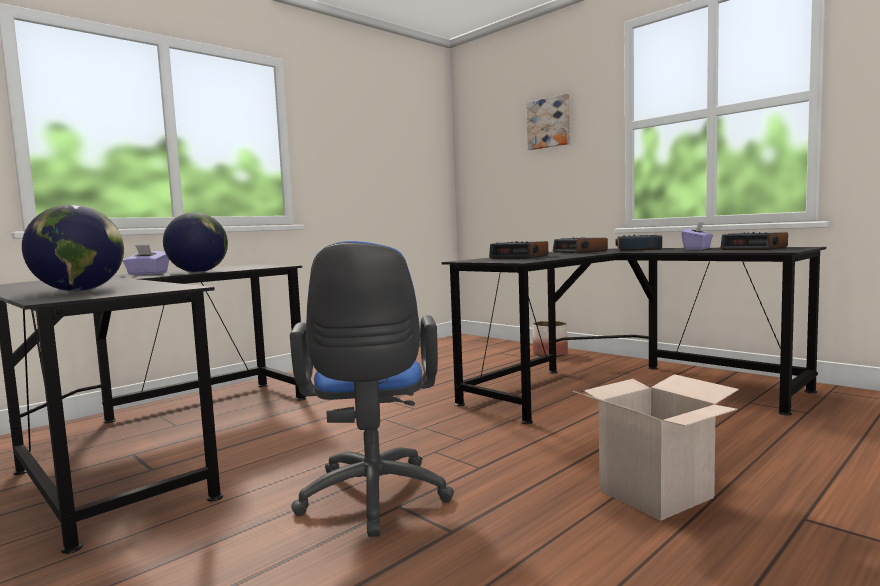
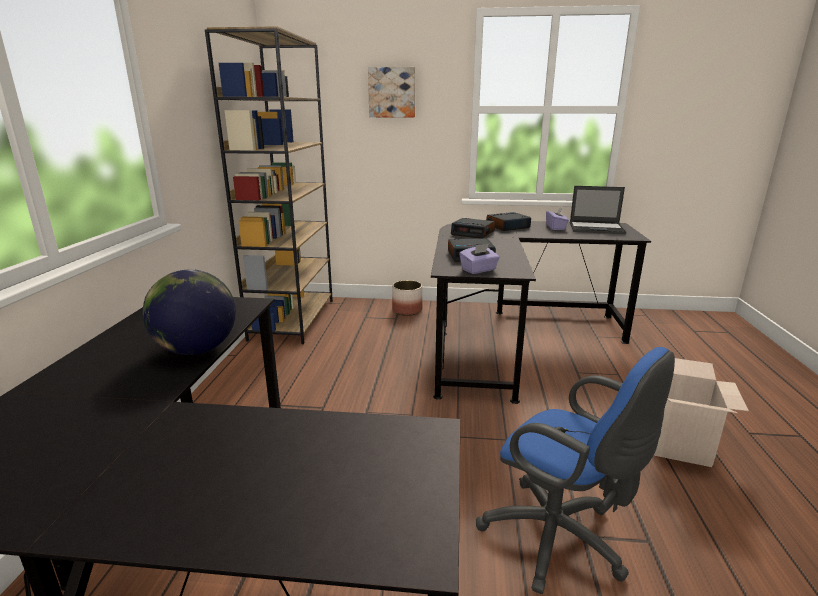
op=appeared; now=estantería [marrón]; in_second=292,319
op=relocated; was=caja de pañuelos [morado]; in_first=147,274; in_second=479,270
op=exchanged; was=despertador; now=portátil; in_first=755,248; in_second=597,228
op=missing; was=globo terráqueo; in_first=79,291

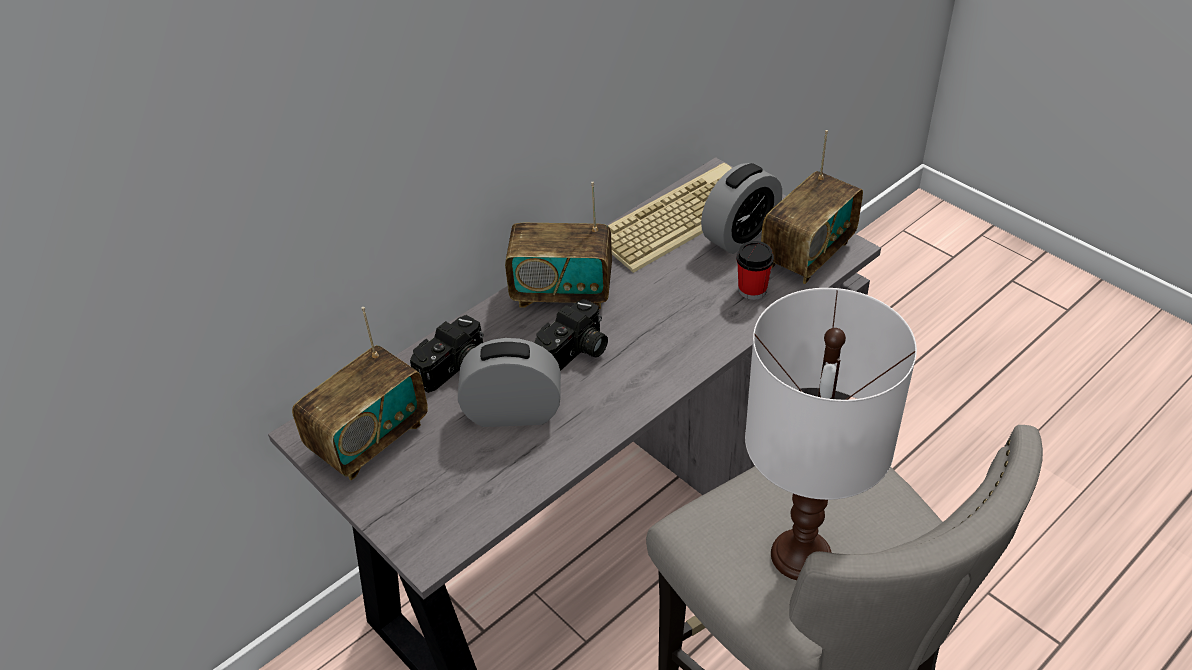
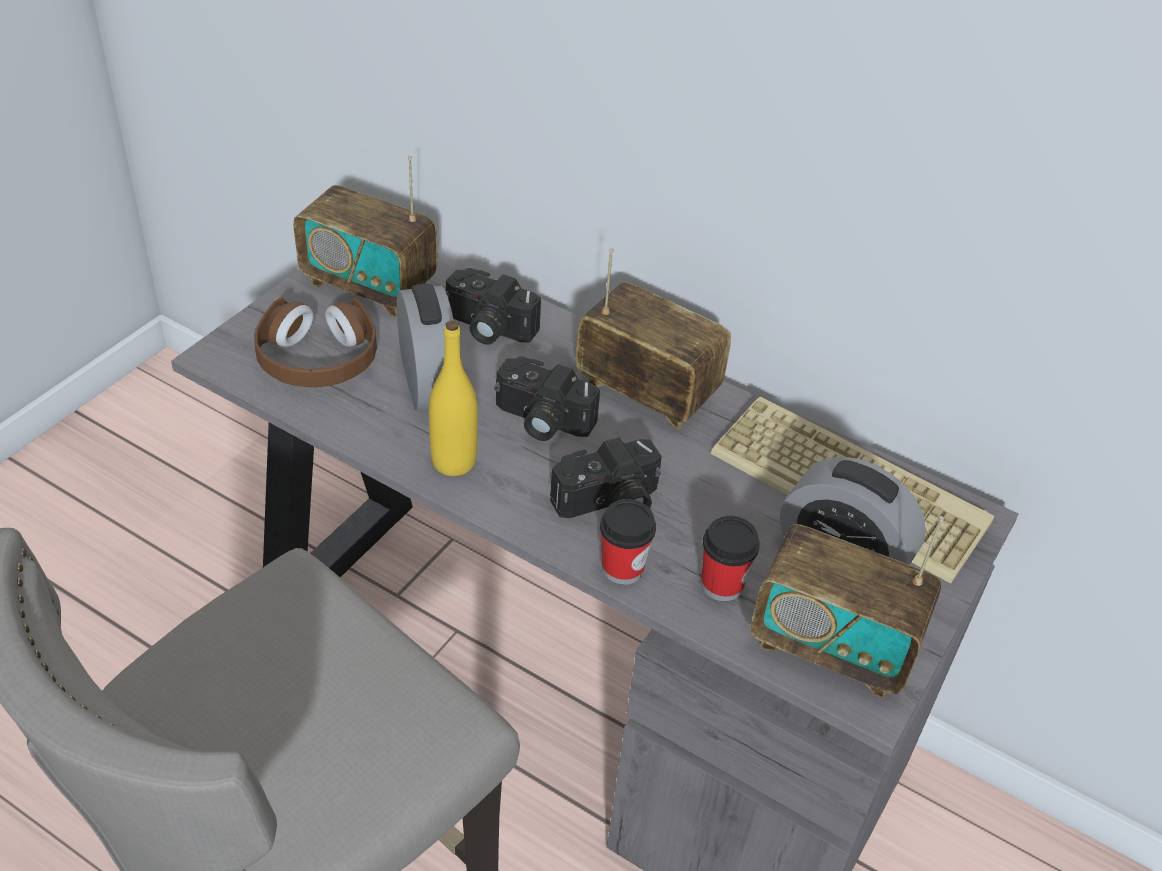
op=appeared; now=auriculares [marrón]; in_second=317,358
op=appeared; now=botella [amarillo]; in_second=453,462
op=appeared; now=cámara; in_second=609,503
op=spun; was=radio; in_first=562,292; in_second=646,392; clockwise=135
op=appeared; now=taza; in_second=622,568
op=missing; was=lámpara de mesa [blanco]; in_first=802,554

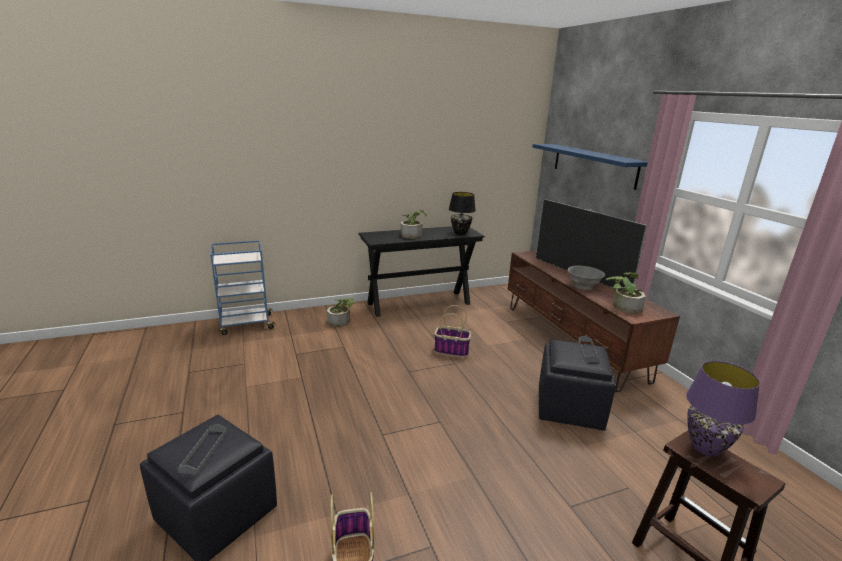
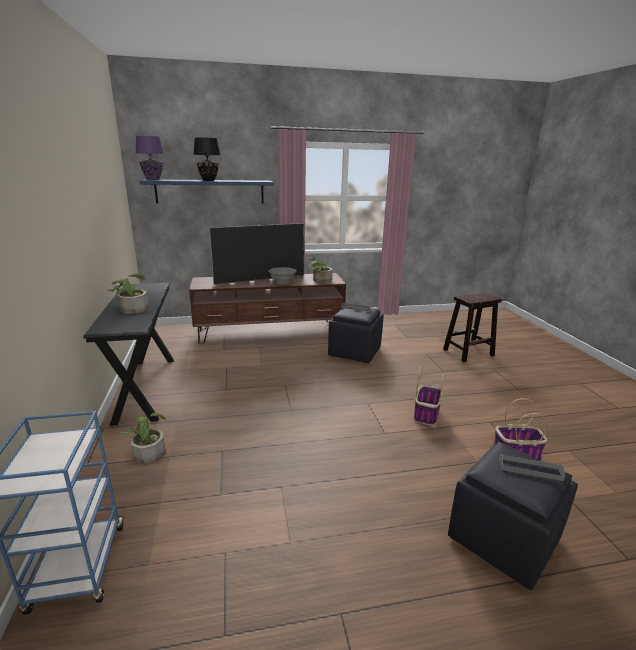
op=relocated; was=lámpara de mesa [morado]; in_first=705,448; in_second=153,179
op=relocated; was=lámpara de mesa [negro]; in_first=460,233; in_second=208,180
op=relocated; was=cesta; in_first=452,350; in_second=426,414

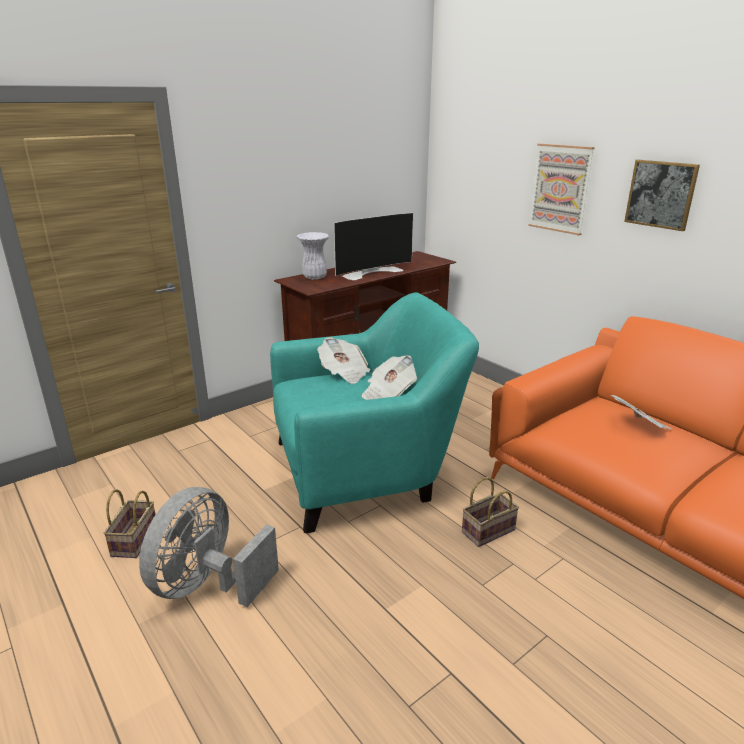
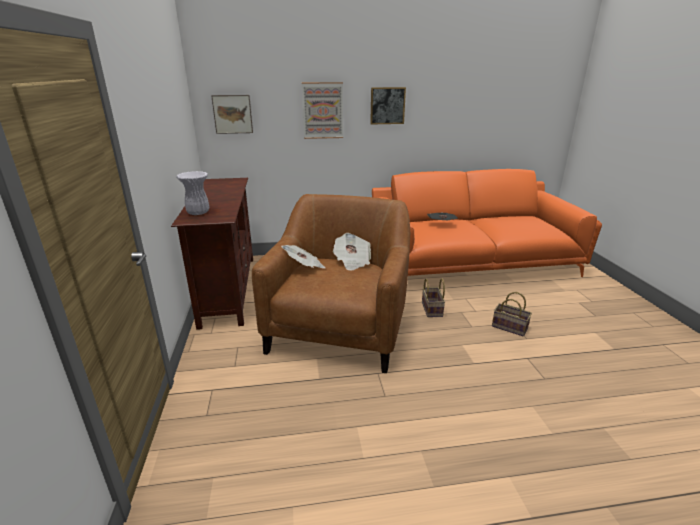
op=appeared; now=cuadro; in_second=233,114
op=colour; was=sillón [turquesa]; now=sillón [marrón]; in_first=366,470; in_second=339,327
op=relocated; was=cesta; in_first=135,541; in_second=510,327
op=missing; was=ventilador [gris]; in_first=208,585
op=missing; was=televisor; in_first=371,272

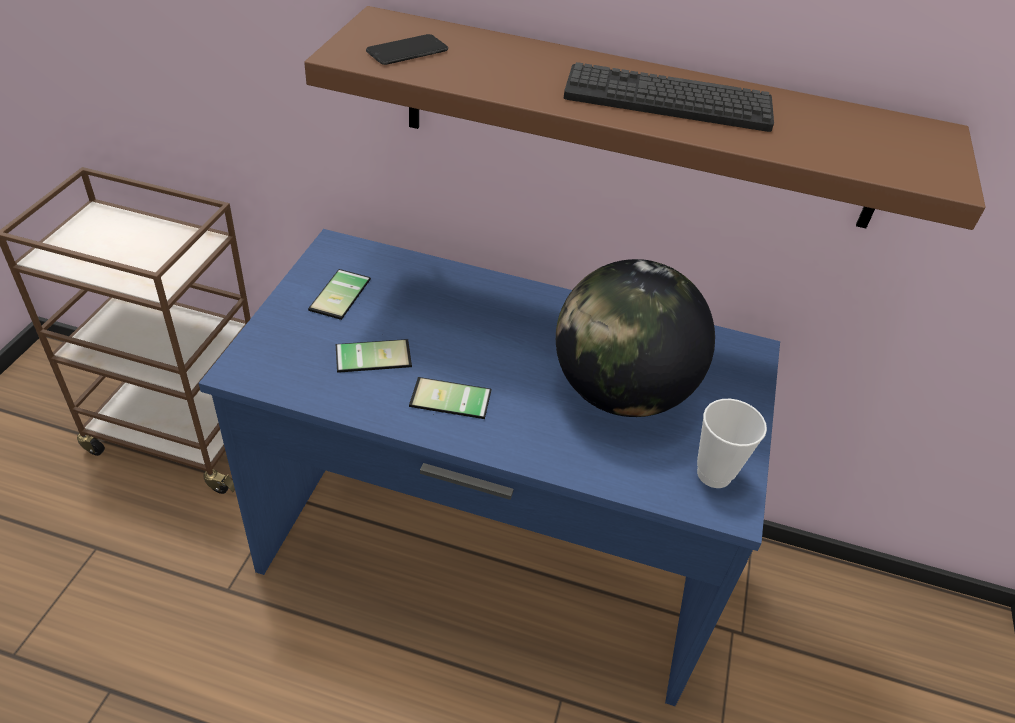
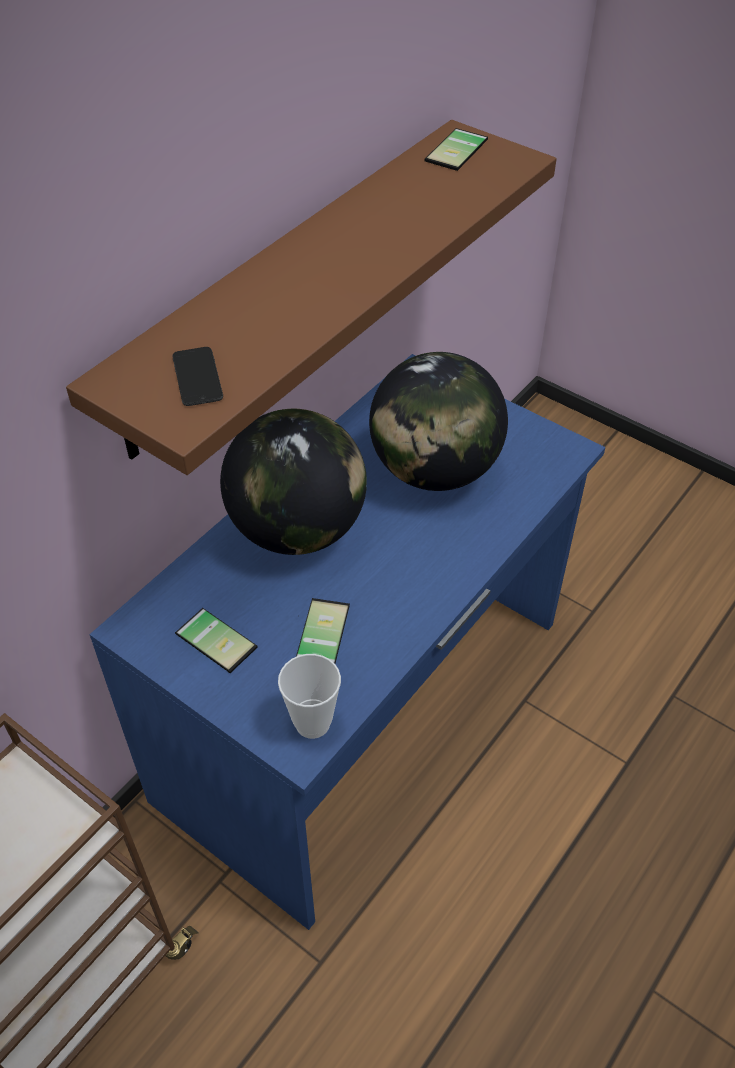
op=appeared; now=globo terráqueo; in_second=297,530
op=relocated; was=taza; in_first=714,474; in_second=312,723
op=relocated; was=móvil; in_first=449,401; in_second=460,151
op=missing; was=teclado; in_first=668,100

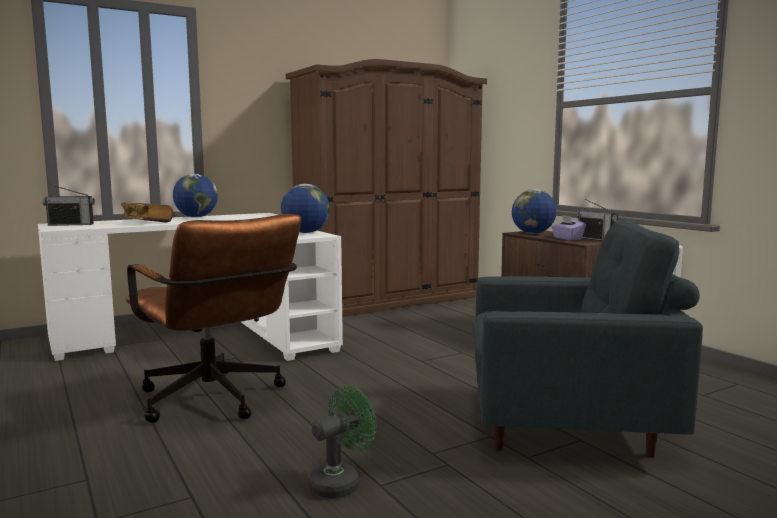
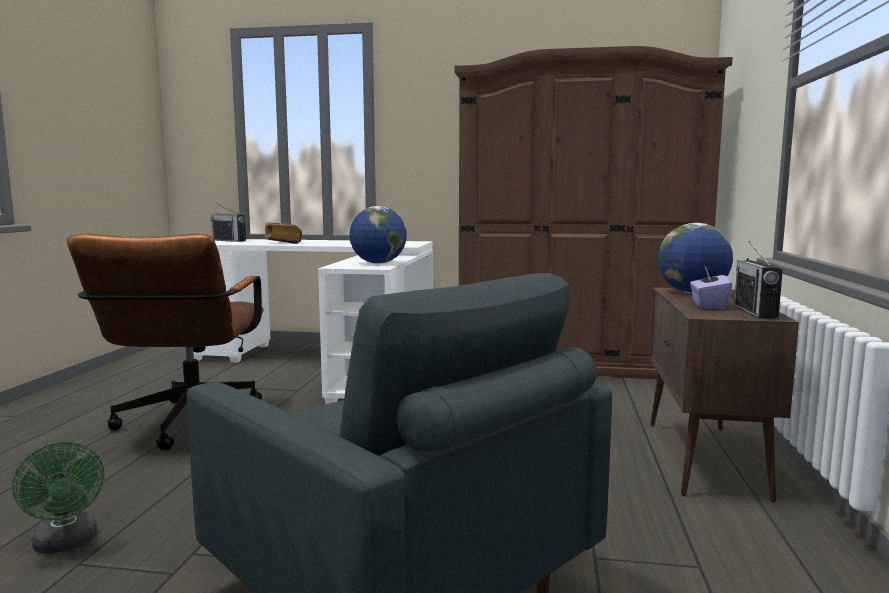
op=spun; was=ventilador [verde]; in_first=341,482; in_second=66,544; clockwise=60
op=missing; was=globo terráqueo; in_first=196,217

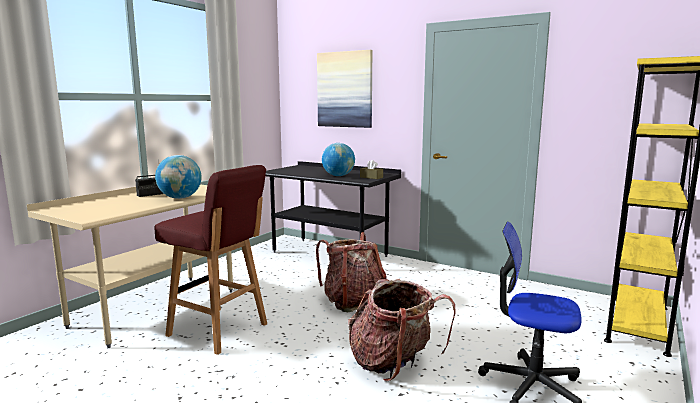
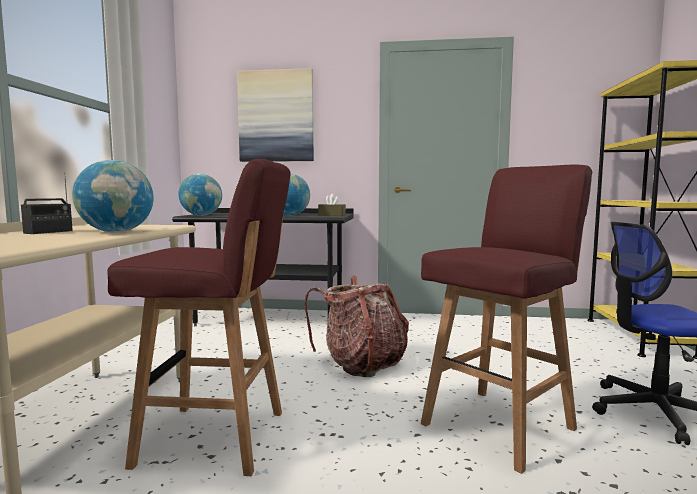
op=appeared; now=globo terráqueo; in_second=201,215
op=exchanged; was=mochila; now=taburete [rojo]; in_first=394,364; in_second=500,425

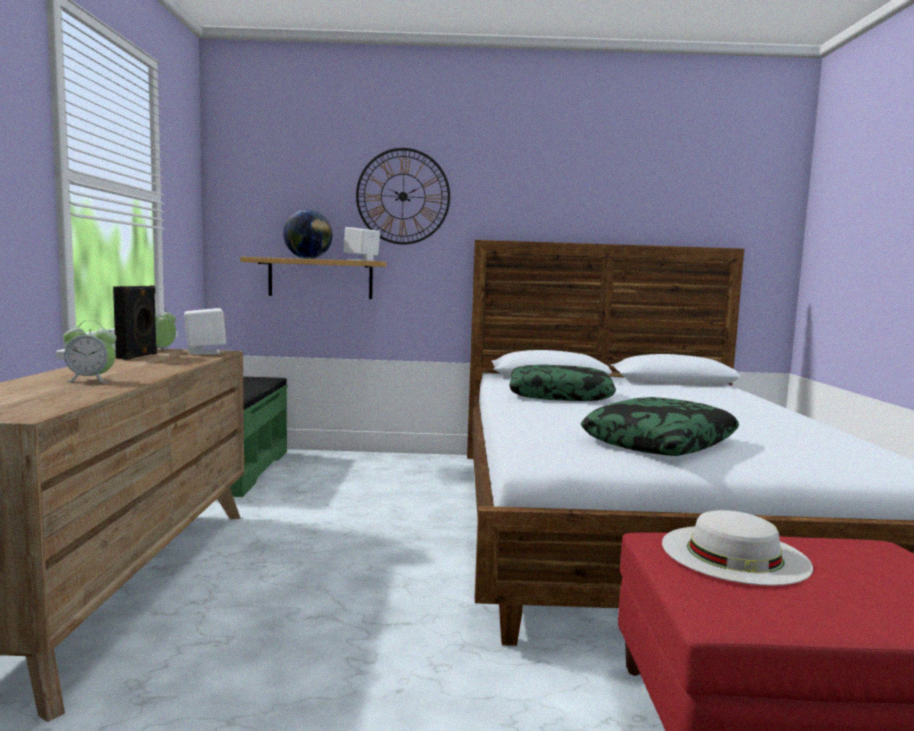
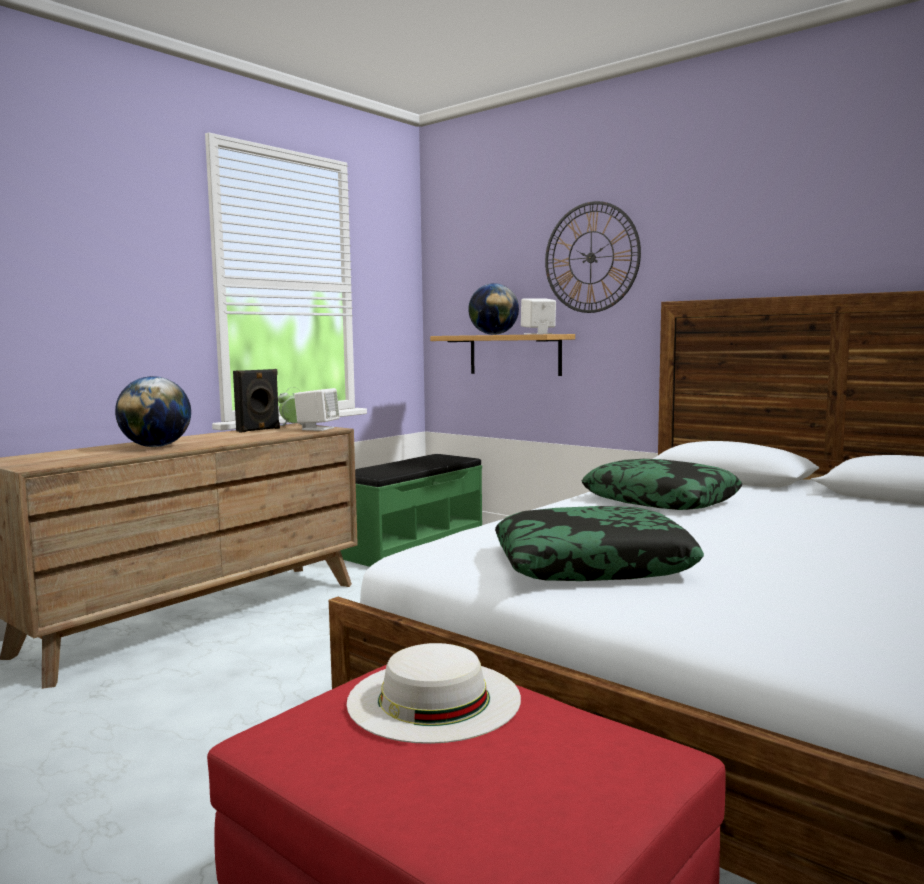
op=exchanged; was=despertador; now=globo terráqueo; in_first=91,380; in_second=156,446

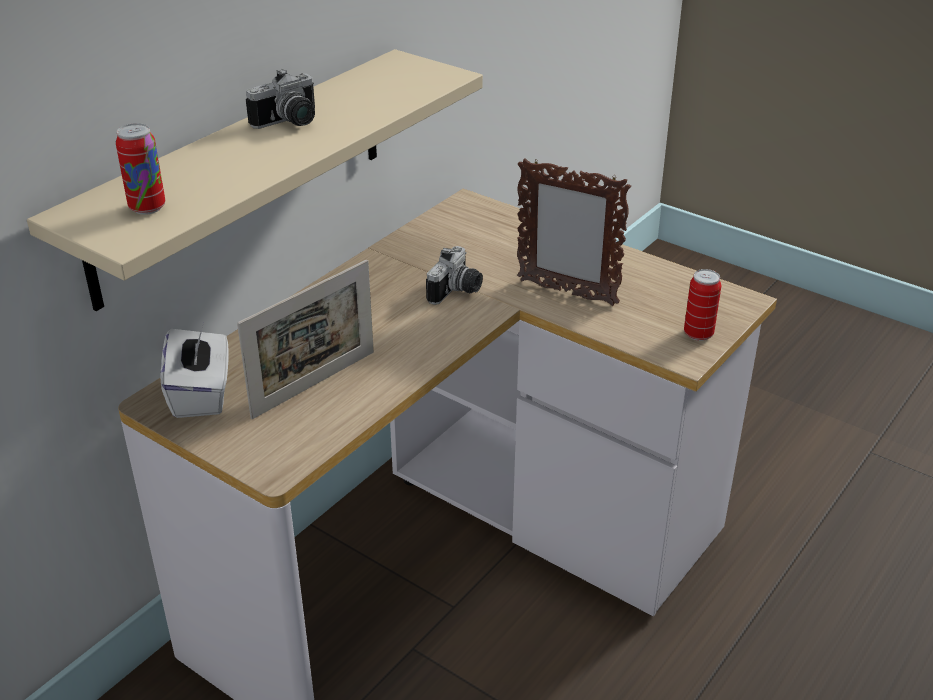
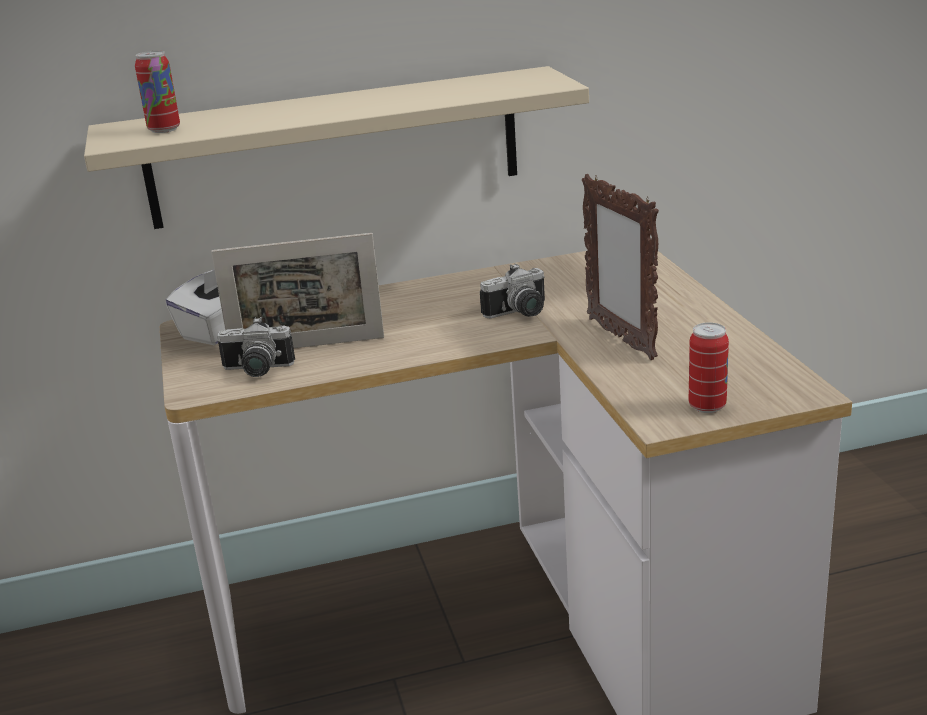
op=relocated; was=cámara; in_first=290,123; in_second=256,371

